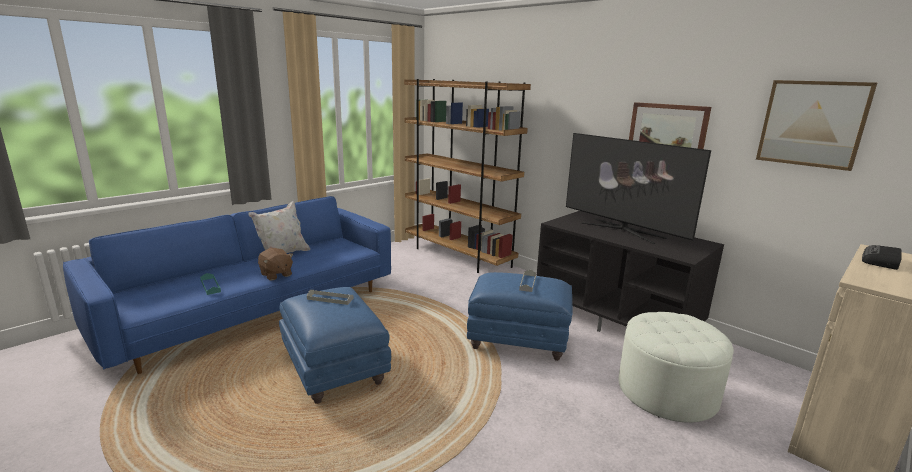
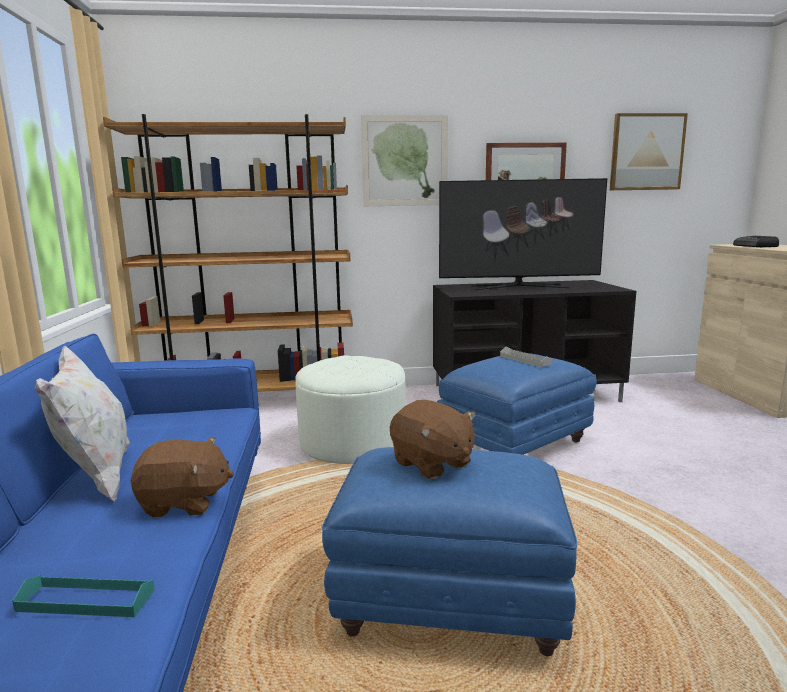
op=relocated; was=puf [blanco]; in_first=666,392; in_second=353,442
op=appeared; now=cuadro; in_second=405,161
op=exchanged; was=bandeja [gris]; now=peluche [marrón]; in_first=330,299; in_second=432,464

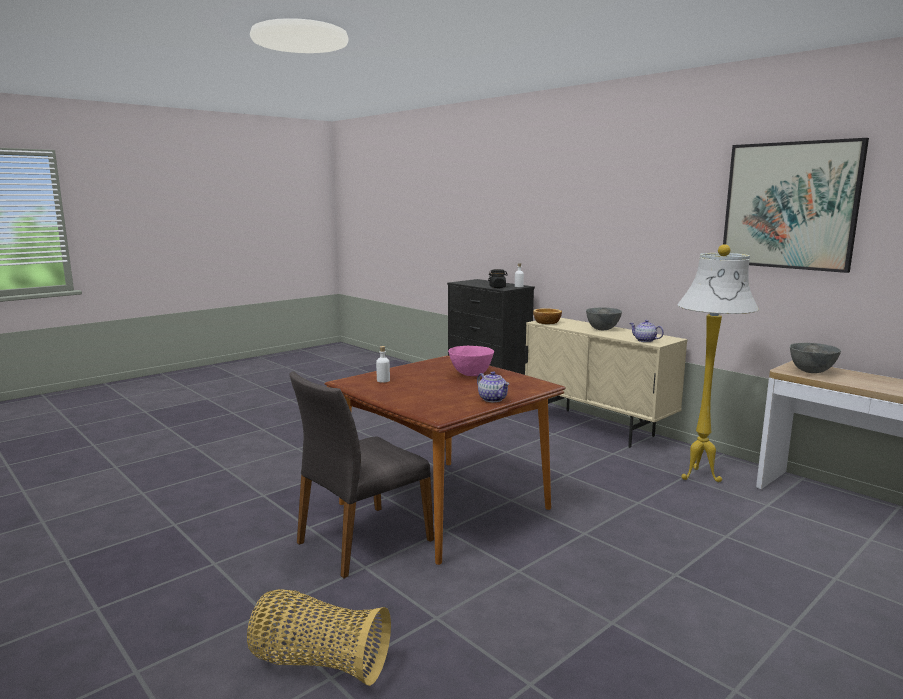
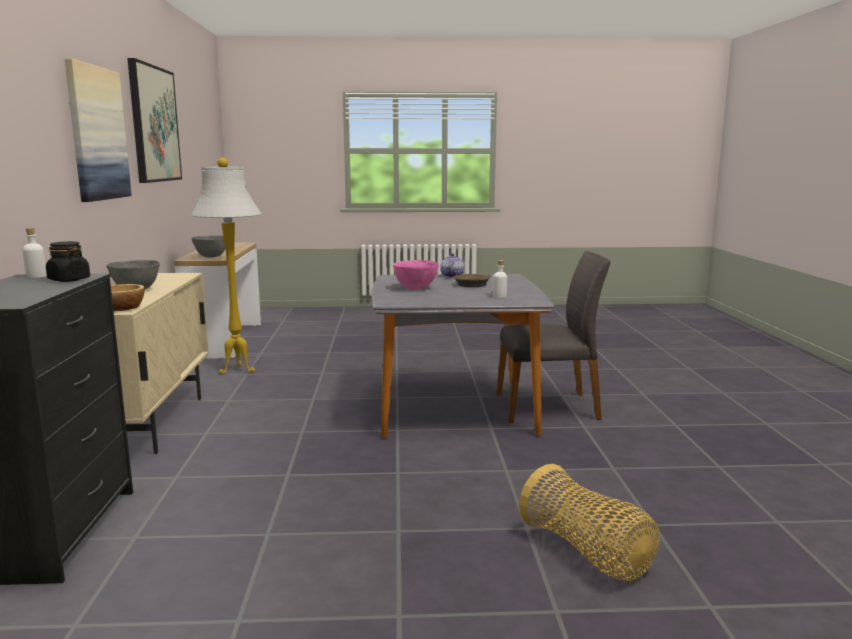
op=appeared; now=cuadro; in_second=97,134
op=colour; was=mesa de comedor [marrón]; now=mesa de comedor [gris]; in_first=443,506; in_second=454,408
op=appeared; now=sartén [marrón]; in_second=473,284
op=relocated; was=cesta; in_first=318,663; in_second=587,553
op=missing; was=tetera; in_first=645,340

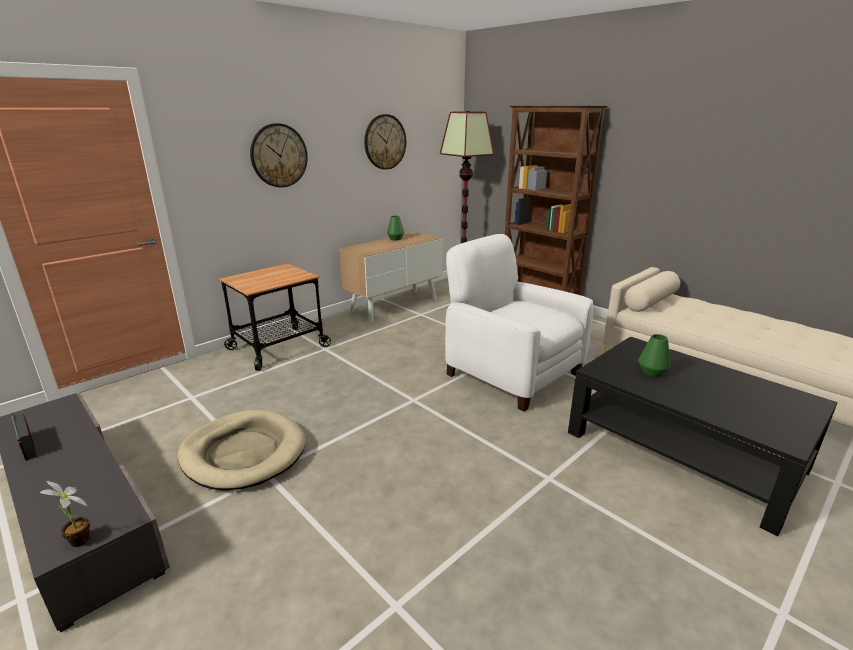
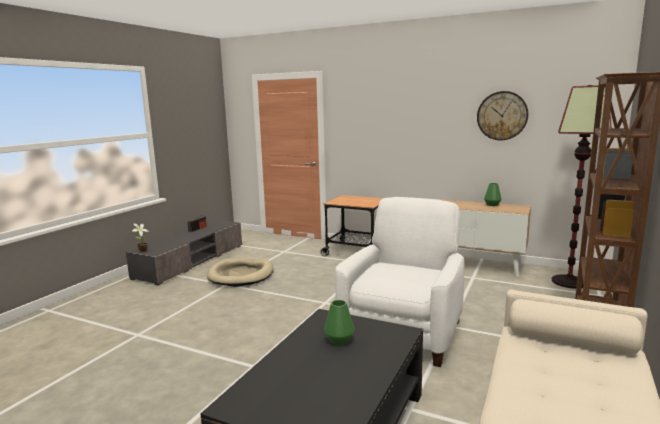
op=missing; was=reloj de pared; in_first=279,155

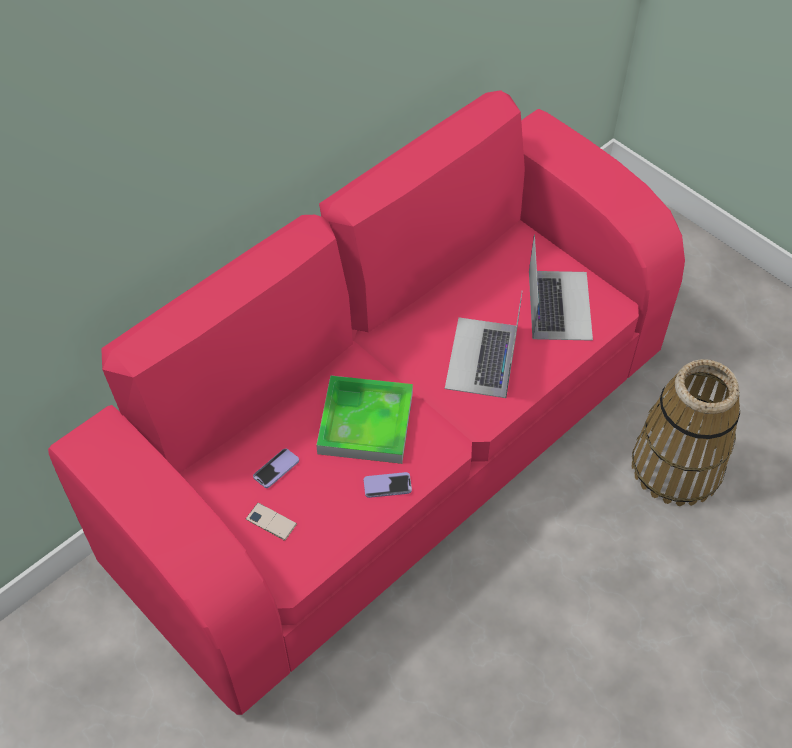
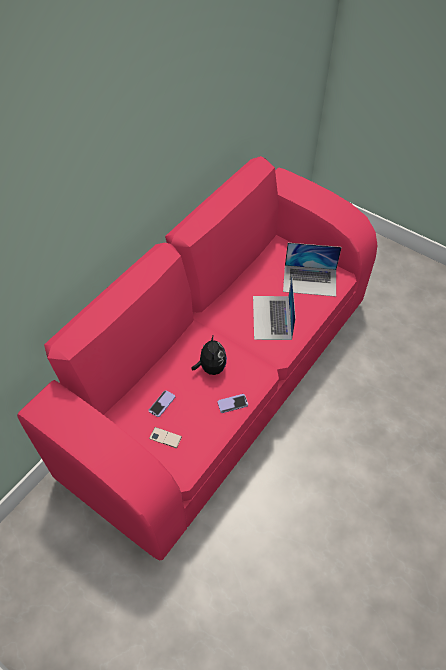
op=exchanged; was=bandeja; now=peluche; in_first=365,423; in_second=211,367
op=spun; was=portátil; in_first=559,304; in_second=310,280; clockwise=105
op=missing; was=cesta; in_first=676,467

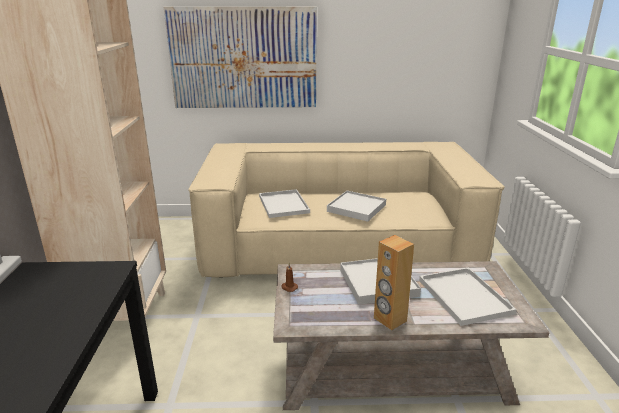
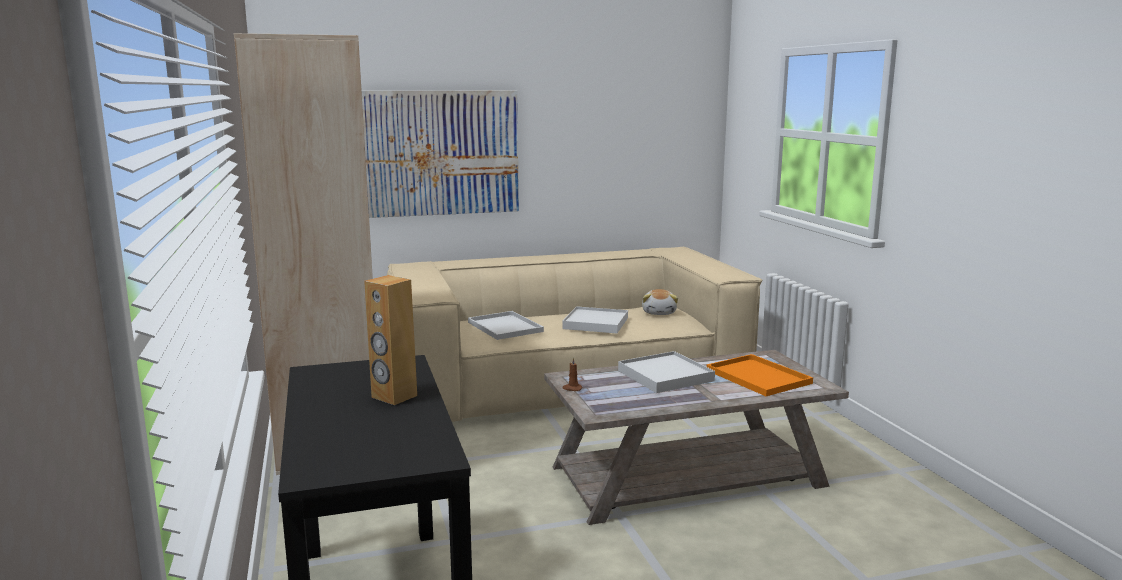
op=relocated; was=altavoz [marrón]; in_first=389,320; in_second=394,397
op=appeared; now=peluche; in_second=659,312
op=colour; was=bandeja [blanco]; now=bandeja [naranja]; in_first=462,295; in_second=756,376

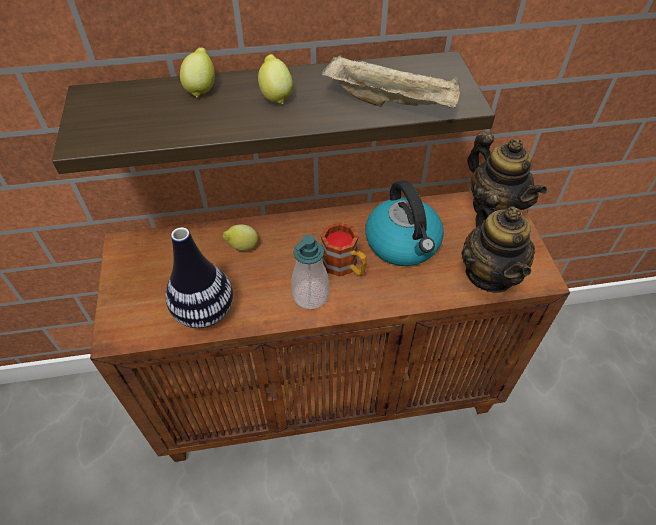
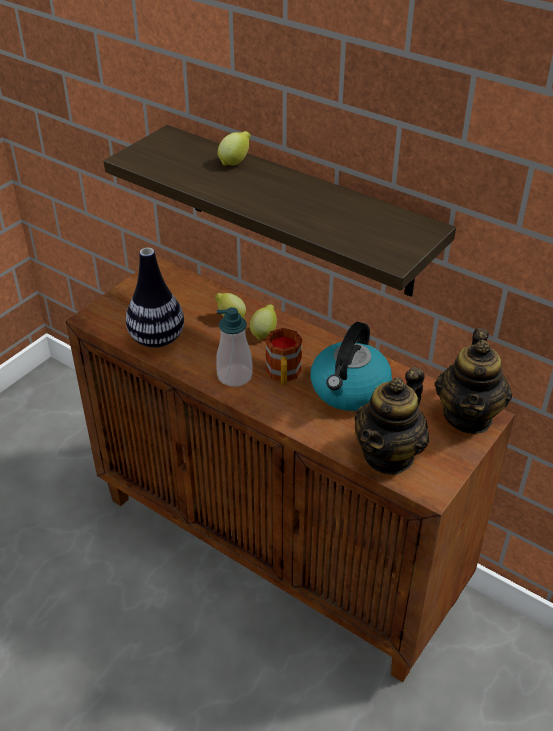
op=relocated; was=limón; in_first=276,96; in_second=264,333
op=missing; was=bandeja [beis]; in_first=391,102

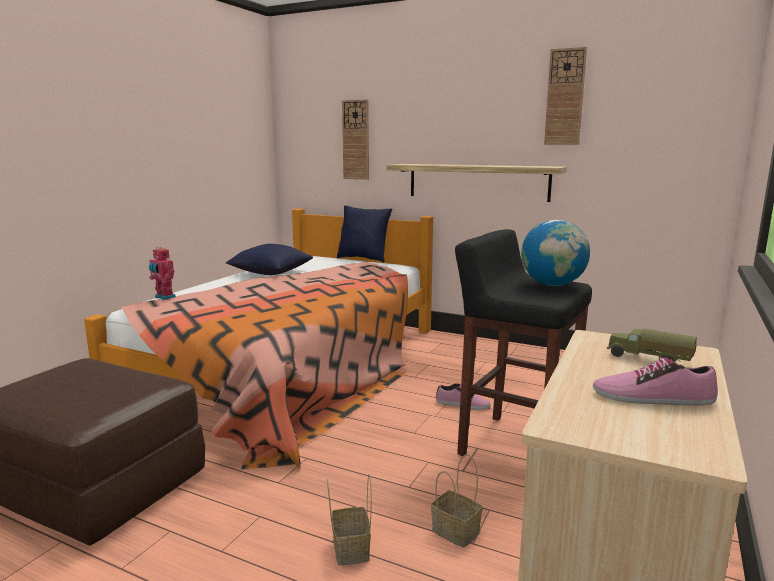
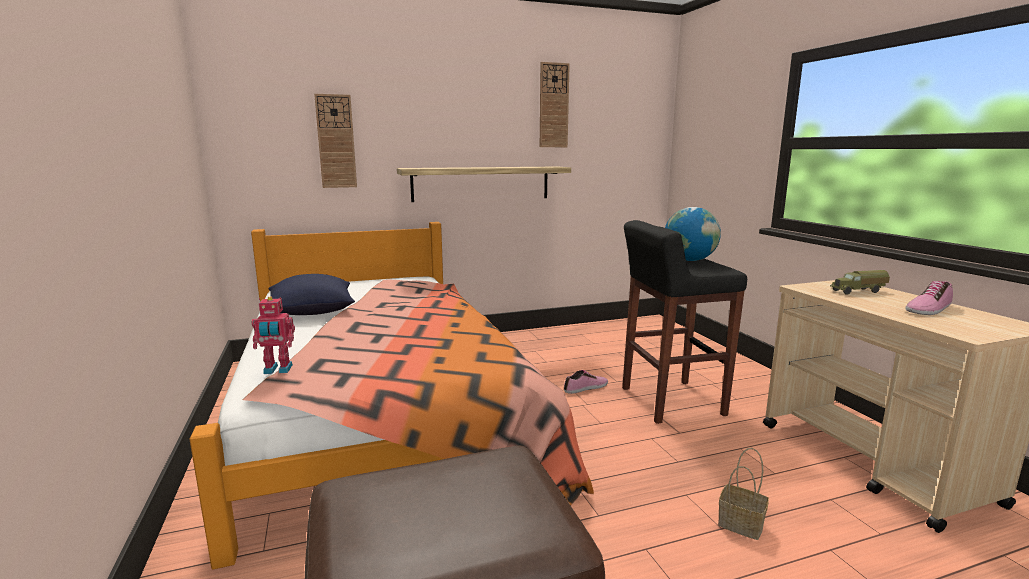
op=missing; was=cojín [azul]; in_first=363,259
op=missing; was=cesta; in_first=454,531

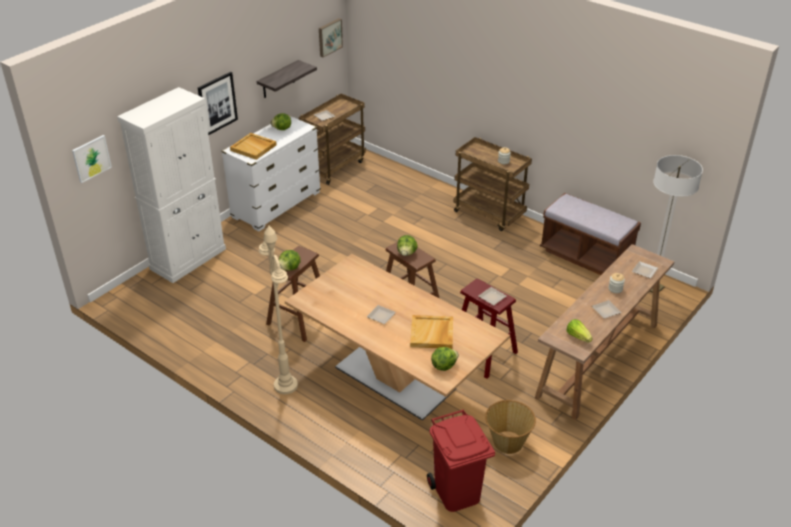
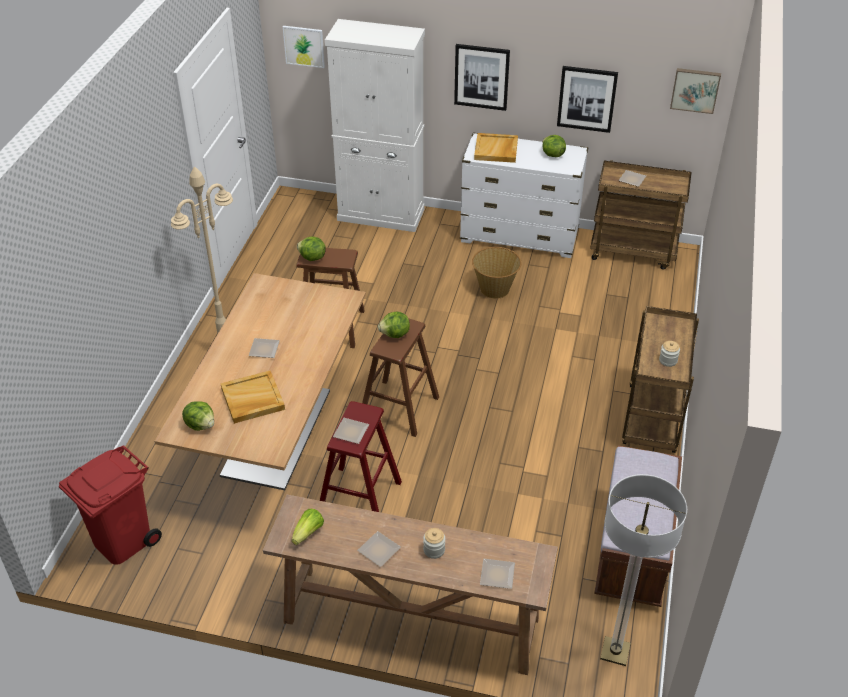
op=relocated; was=cesta; in_first=507,442; in_second=495,288
op=exchanged; was=estante; now=cuadro; in_first=278,80; in_second=587,98

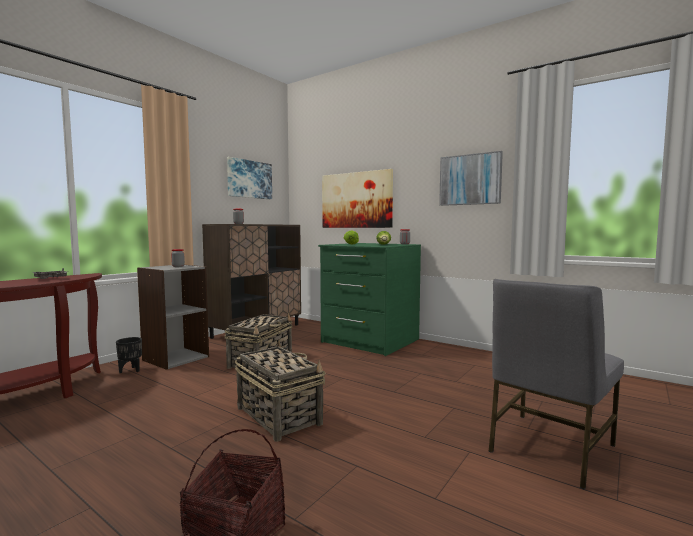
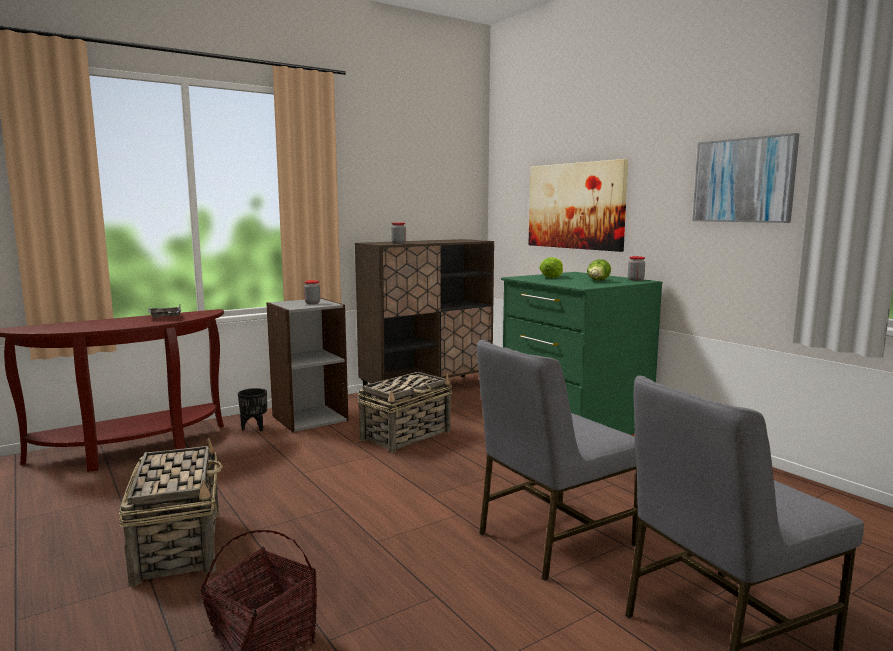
op=relocated; was=cesta; in_first=278,415; in_second=179,545
op=appeared; now=silla [gris]; in_second=552,538
op=missing; was=cuadro; in_first=249,179

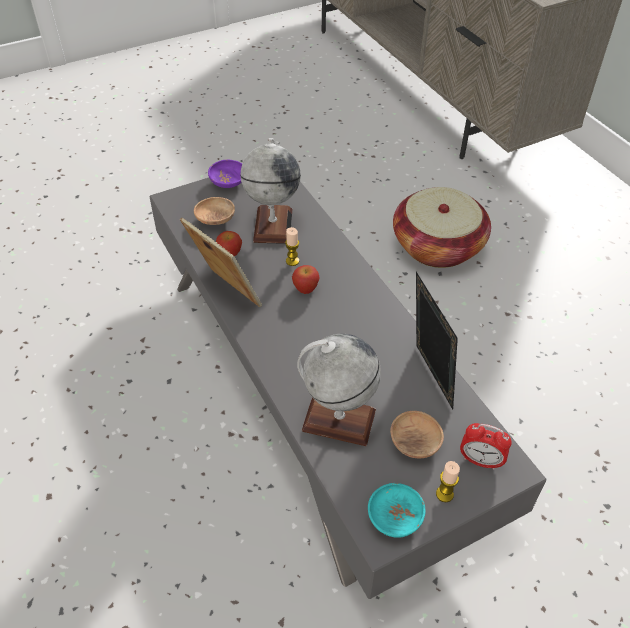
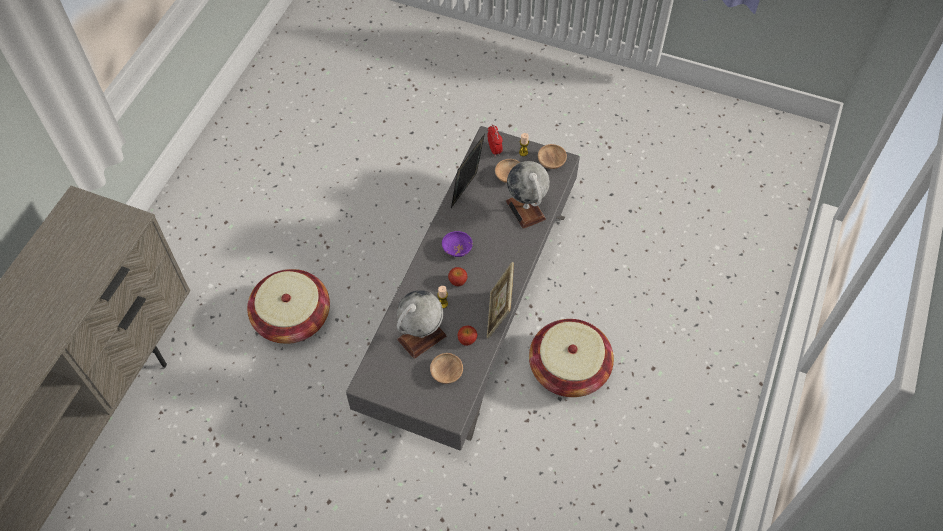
op=relocated; was=cuenco [morado]; in_first=228,182; in_second=457,249
op=appeared; now=cesta; in_second=568,369
op=colour; was=cuenco [turquesa]; now=cuenco [marrón]; in_first=394,518; in_second=551,162

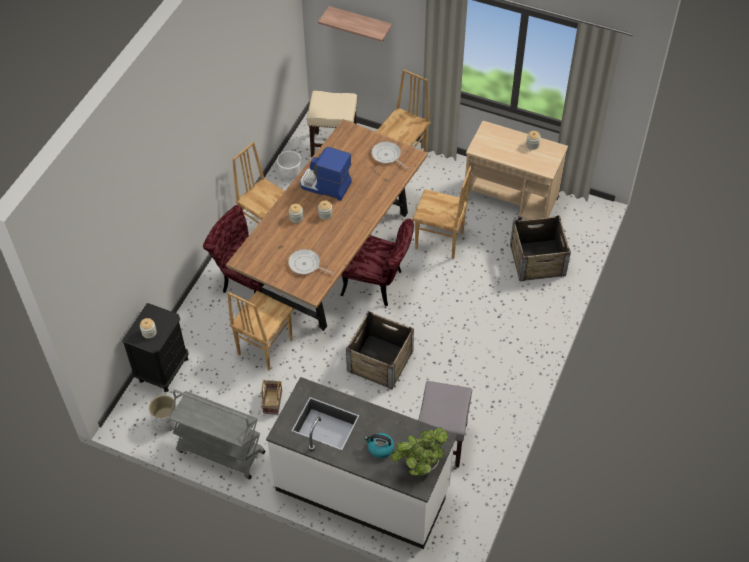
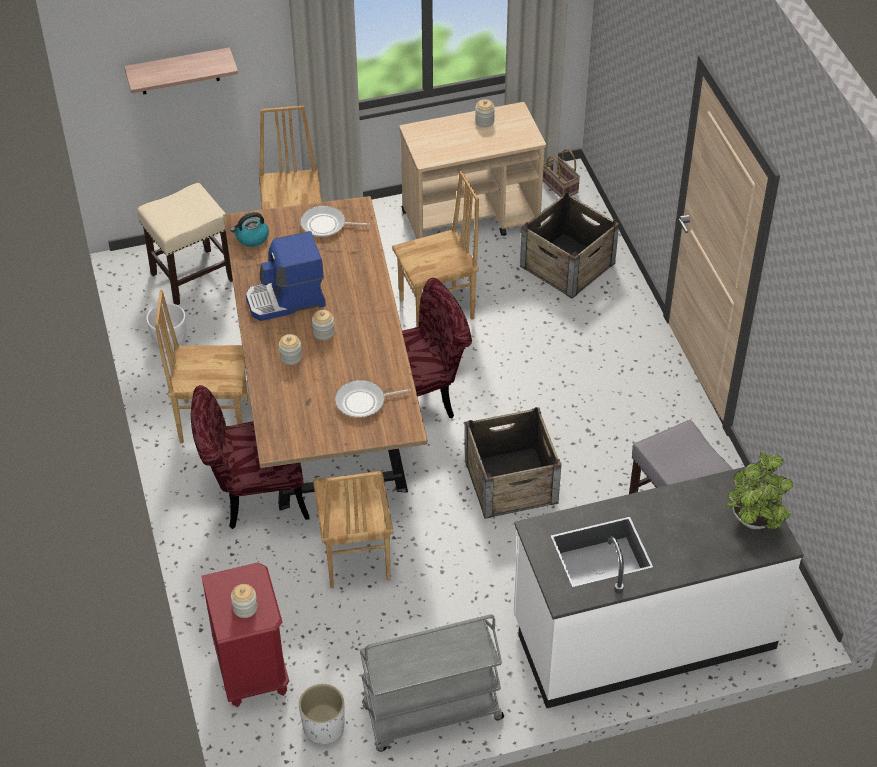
op=colour; was=mesita de noche [negro]; now=mesita de noche [rojo]; in_first=163,369; in_second=251,670
op=relocated; was=hervidor; in_first=380,448; in_second=252,238
op=relocated; was=cesta; in_first=273,402; in_second=561,186

